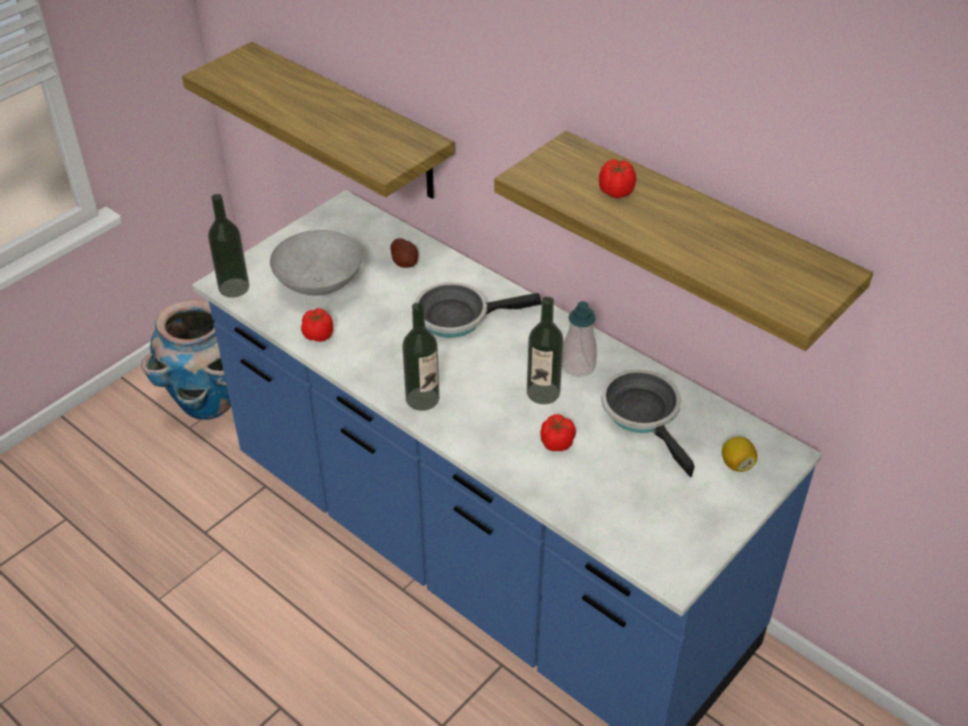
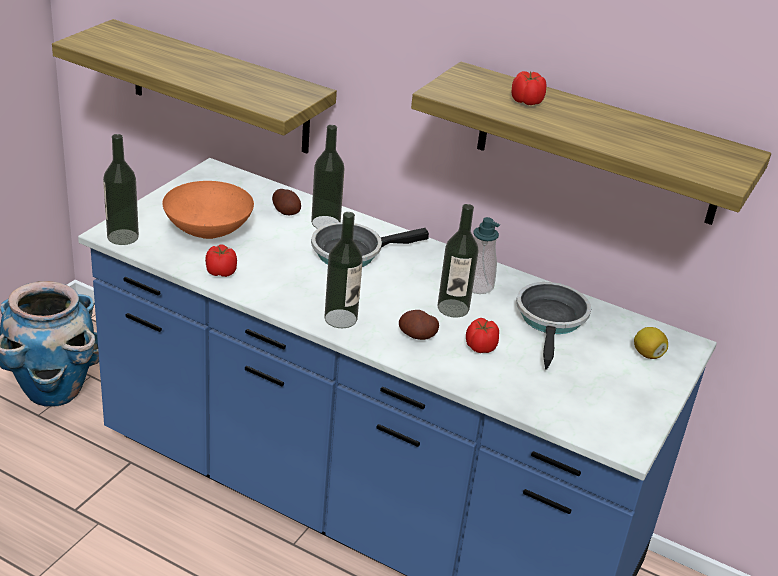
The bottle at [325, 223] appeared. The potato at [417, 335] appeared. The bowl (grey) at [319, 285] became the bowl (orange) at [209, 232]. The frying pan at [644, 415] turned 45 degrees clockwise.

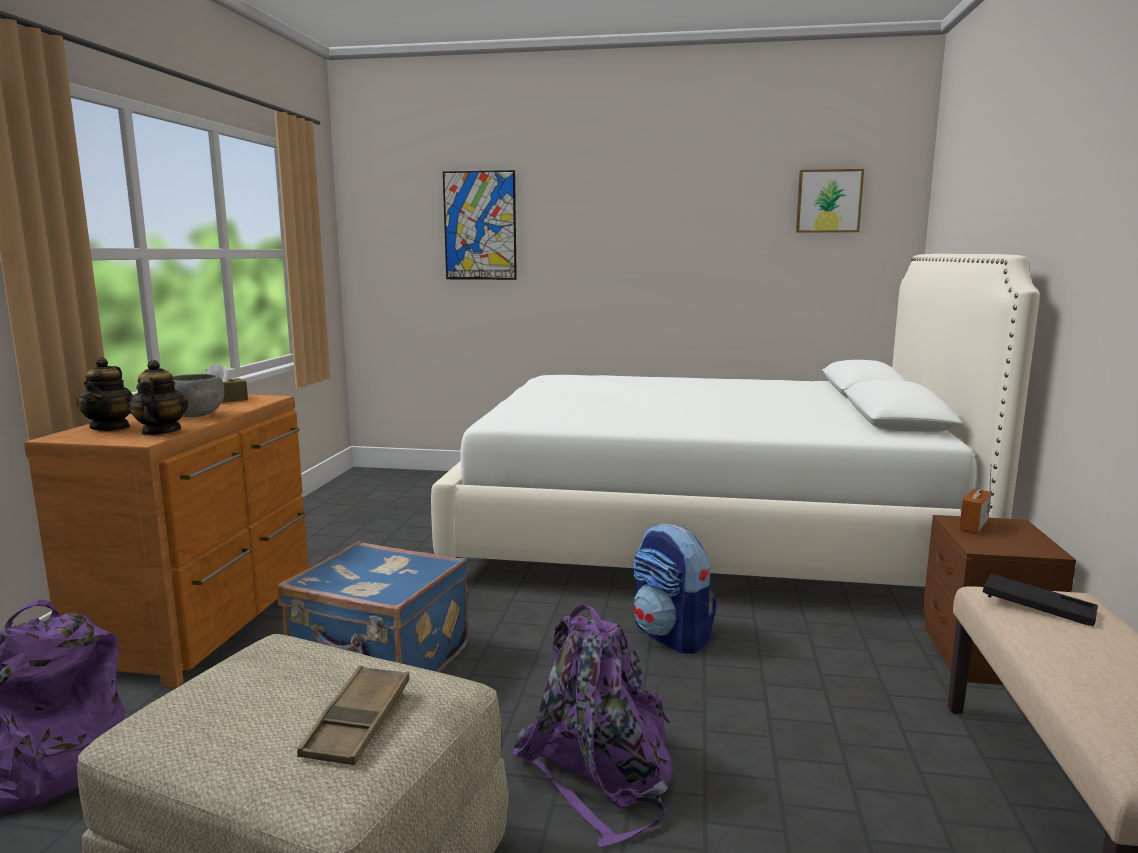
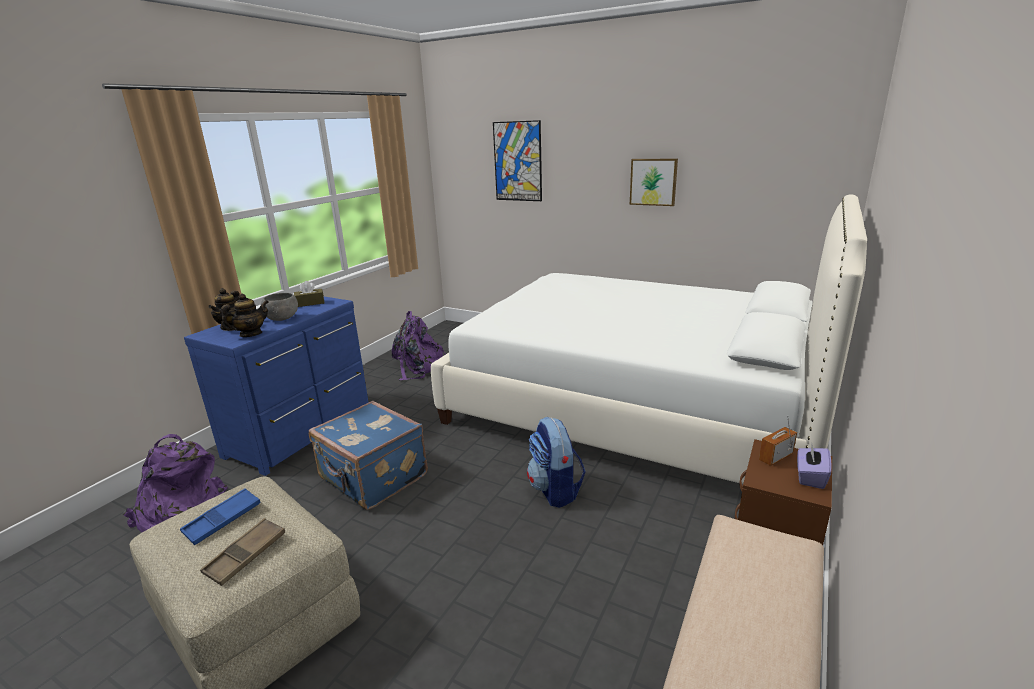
The tray (black) at [1038, 607] disappeared. The tray (blue) at [223, 520] appeared. The tissue box (purple) at [810, 477] appeared. The backpack (purple) moved from [601, 773] to [418, 366]. The picture moved from [828, 201] to [653, 182]. The dresser (brown) at [207, 621] became the dresser (blue) at [303, 431]. The teapot at [160, 432] turned 45 degrees clockwise.

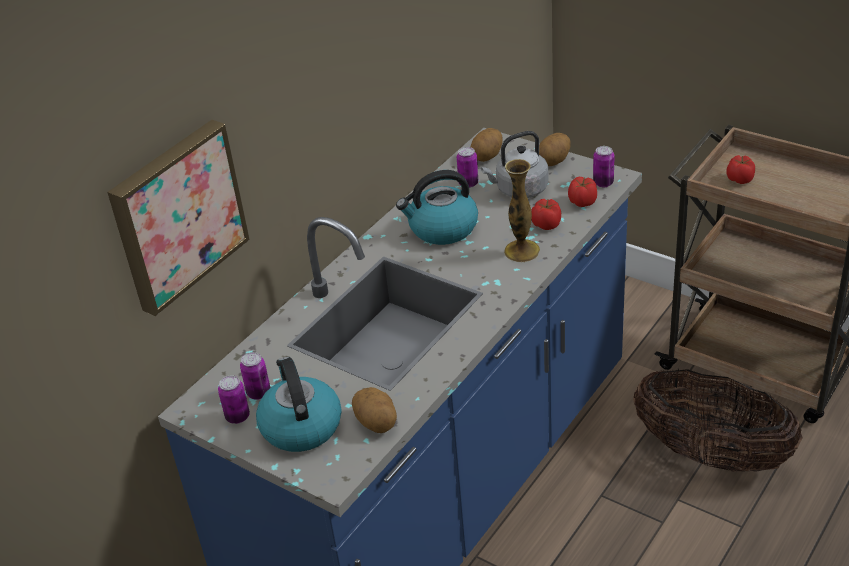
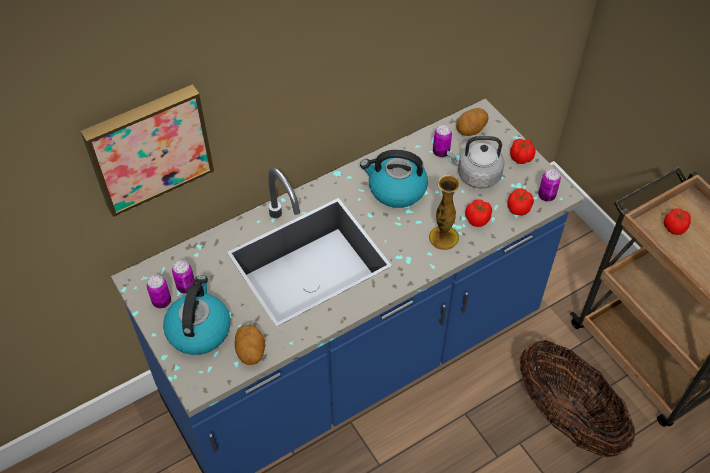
The potato at [554, 161] was replaced by the tomato at [520, 157].

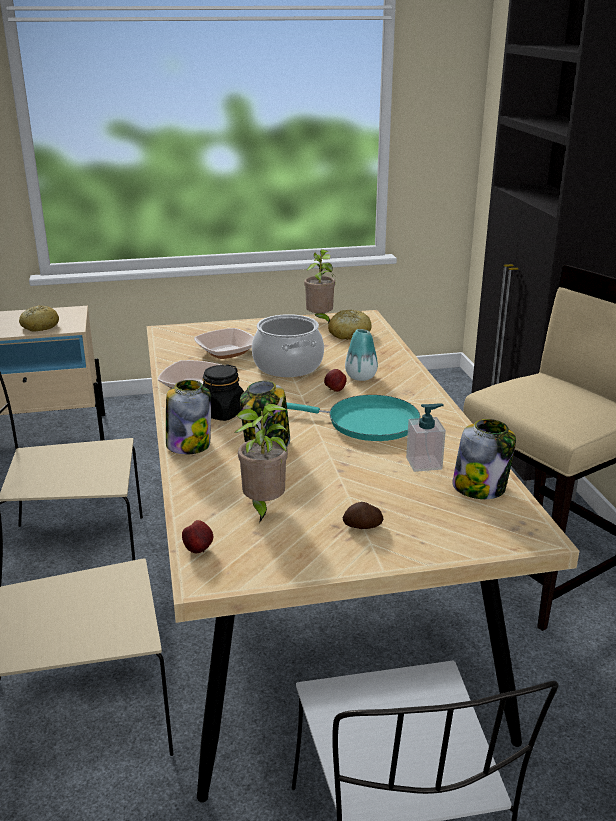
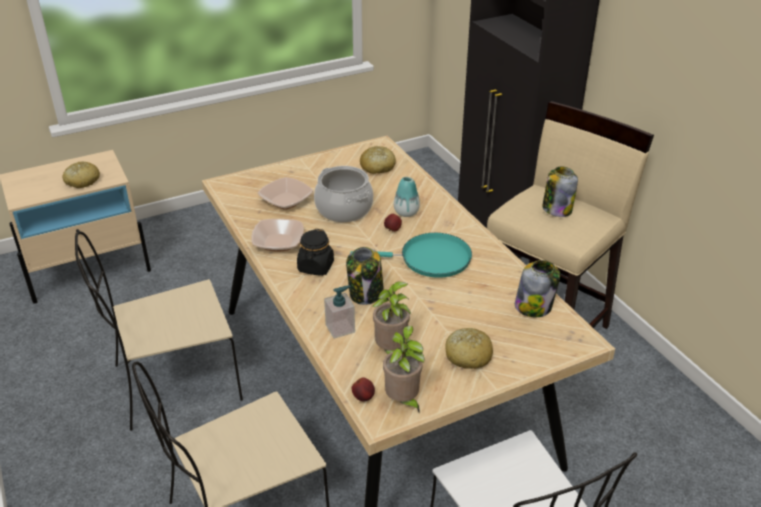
The jar moved from [189, 444] to [556, 209]. The potted plant moved from [320, 320] to [403, 401]. The soap dispenser moved from [424, 463] to [340, 328]. The potato at [363, 526] was replaced by the bread at [468, 355].

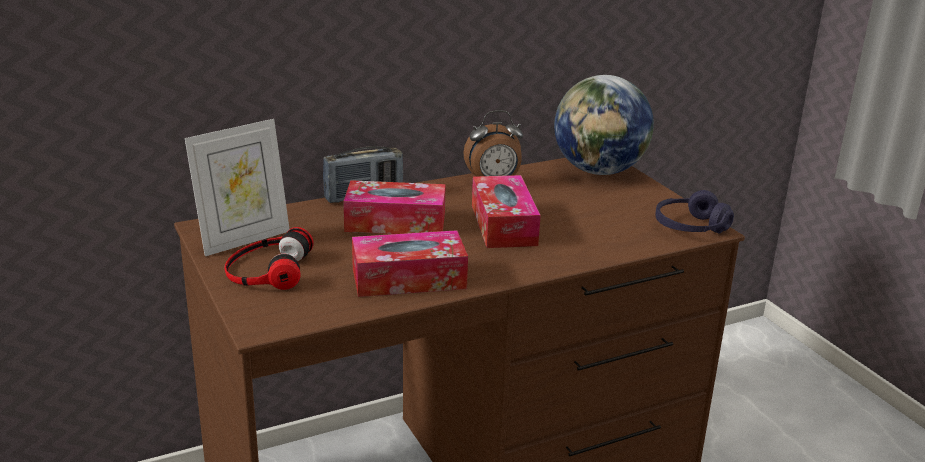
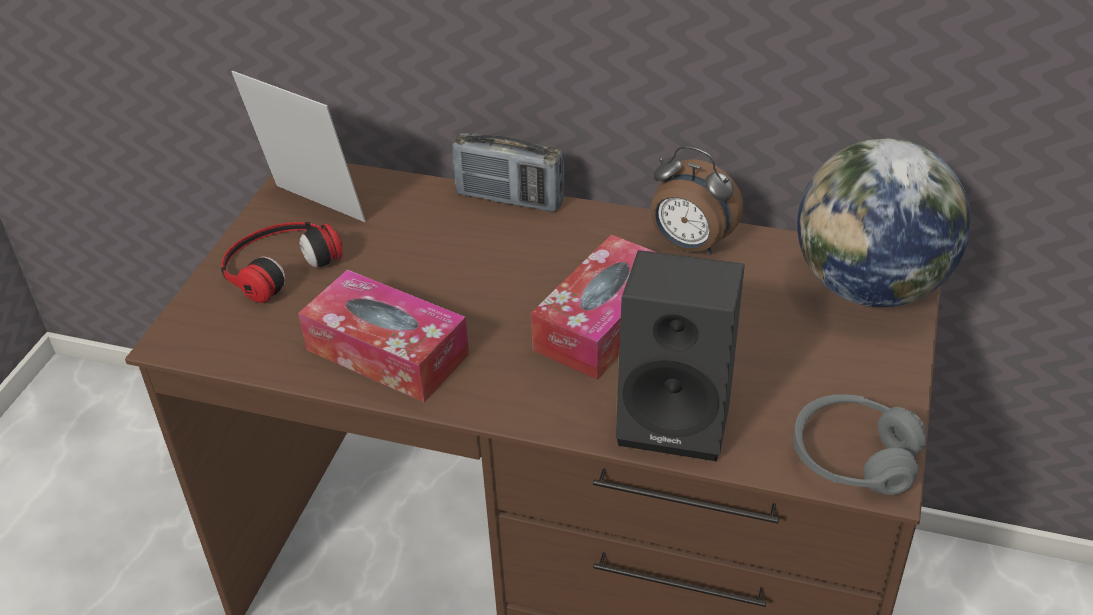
The tissue box at [395, 222] disappeared. The speaker (black) at [678, 417] appeared. The headphones (purple) at [690, 227] became the headphones (grey) at [854, 458]. The picture frame at [243, 240] turned 150 degrees counterclockwise.

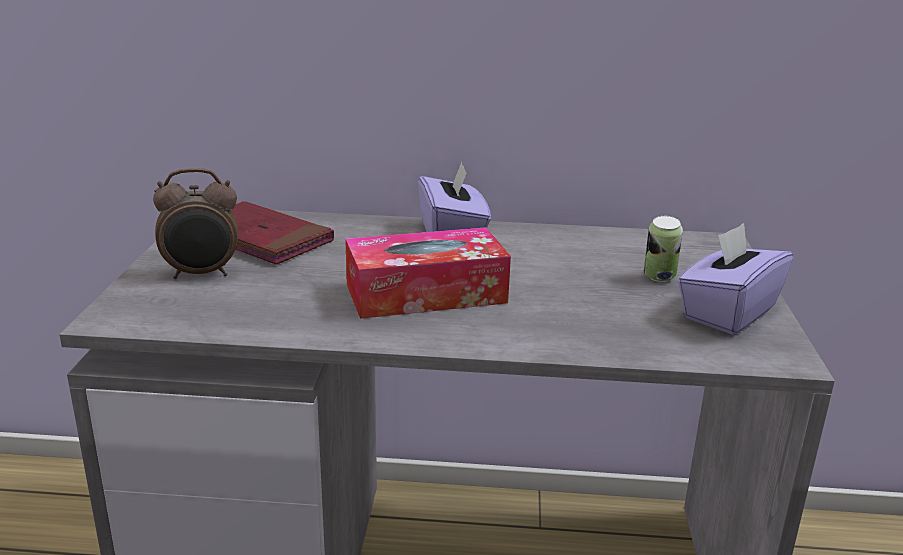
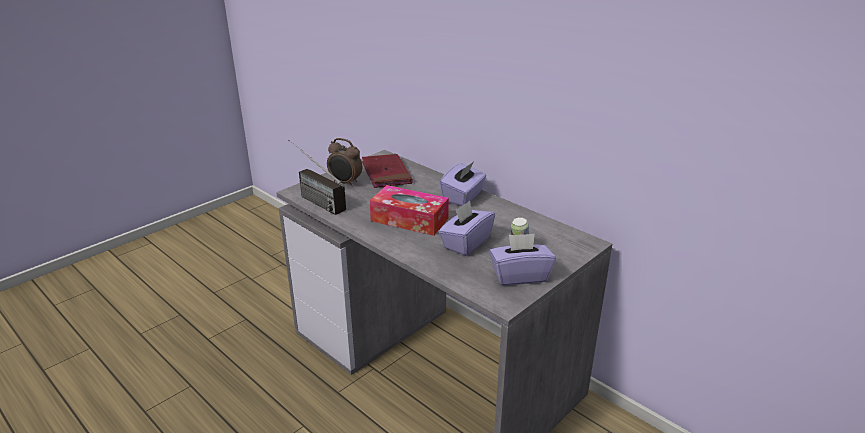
The radio at [312, 199] appeared. The tissue box (purple) at [466, 243] appeared.

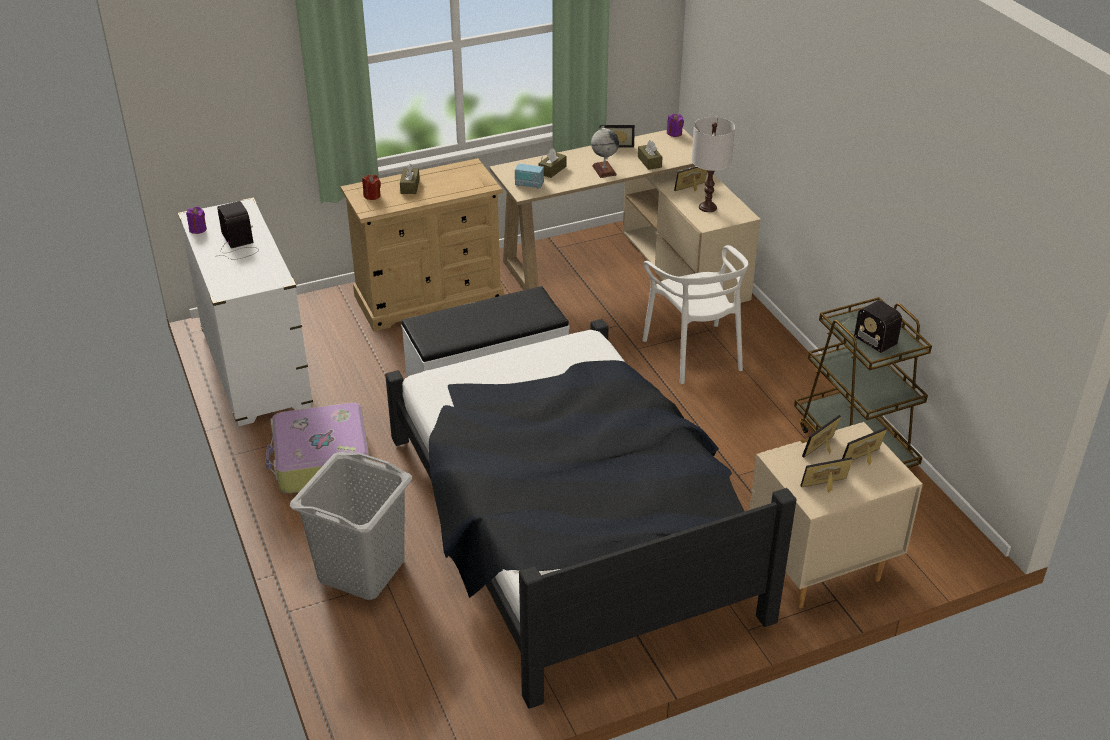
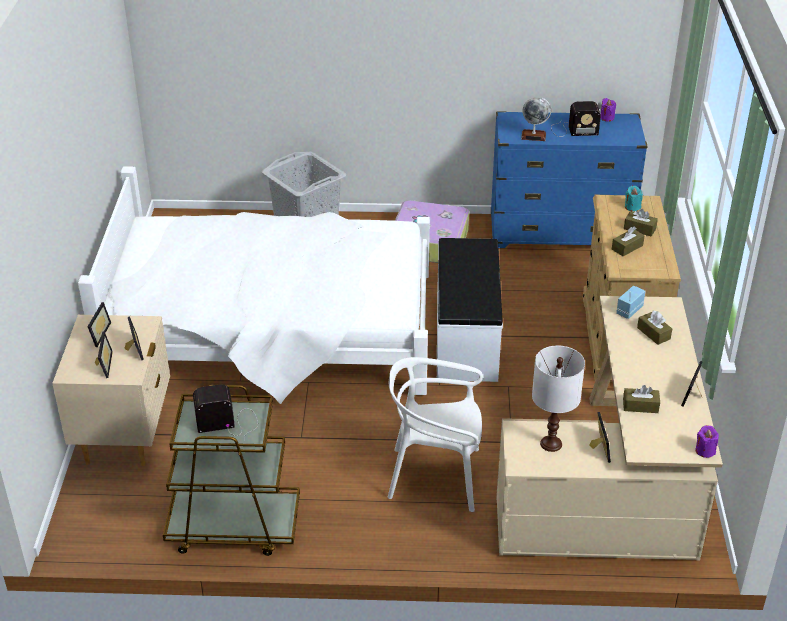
The tissue box (brown) at [627, 247] appeared. The globe moved from [604, 170] to [533, 136]. The dresser (white) at [255, 369] became the dresser (blue) at [560, 233]. The candle (red) at [372, 196] became the candle (turquoise) at [632, 207]. The bed (black) at [570, 526] became the bed (white) at [273, 331].

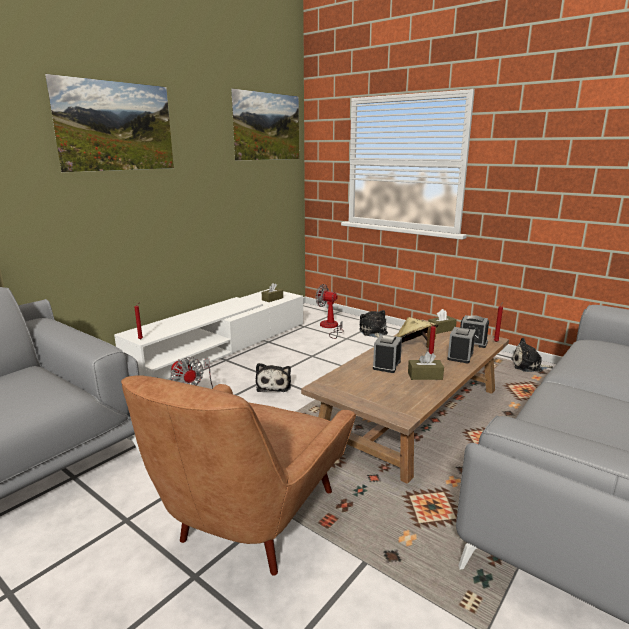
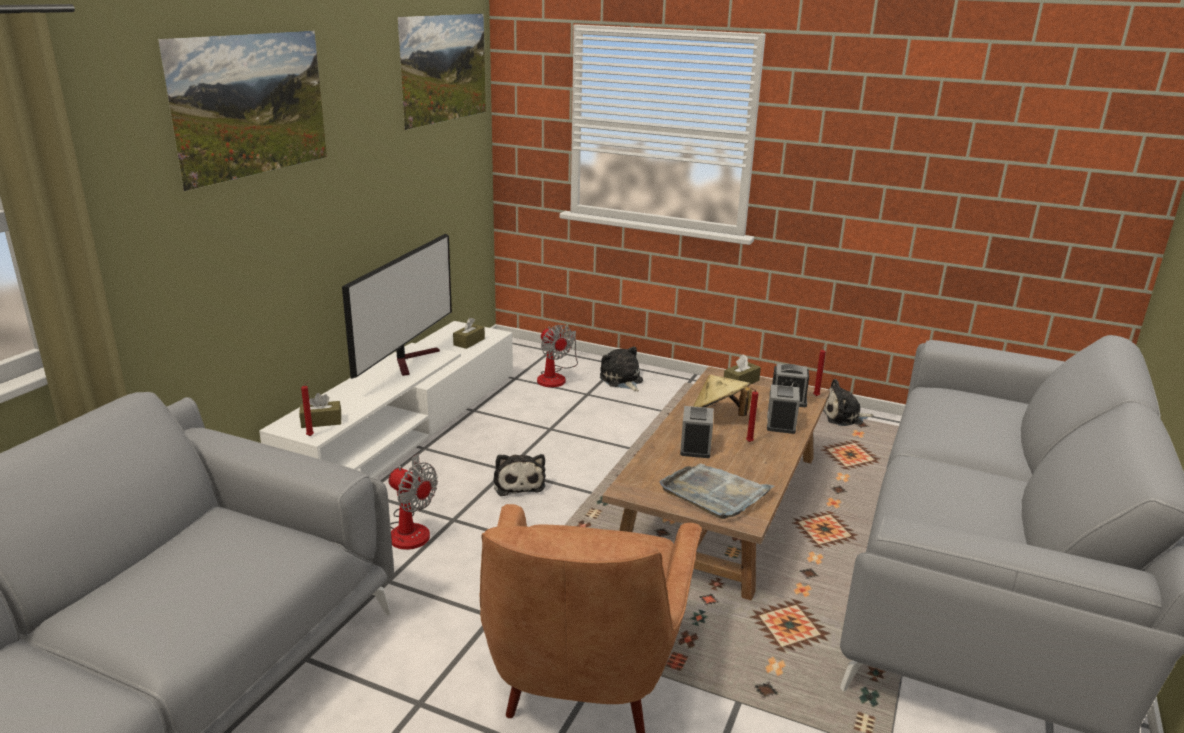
The television at [411, 359] appeared. The tray (grey) at [715, 493] appeared. The tissue box (brown) moved from [425, 376] to [321, 421]. The fan at [330, 327] turned 135 degrees counterclockwise.

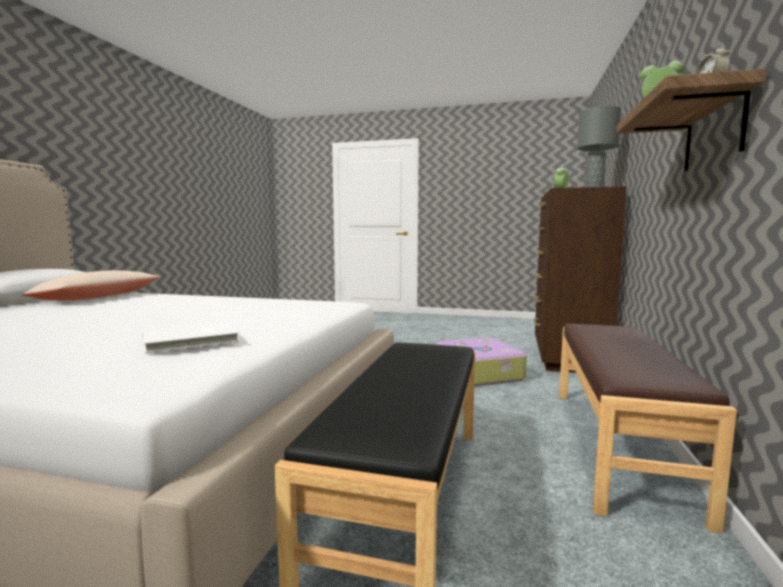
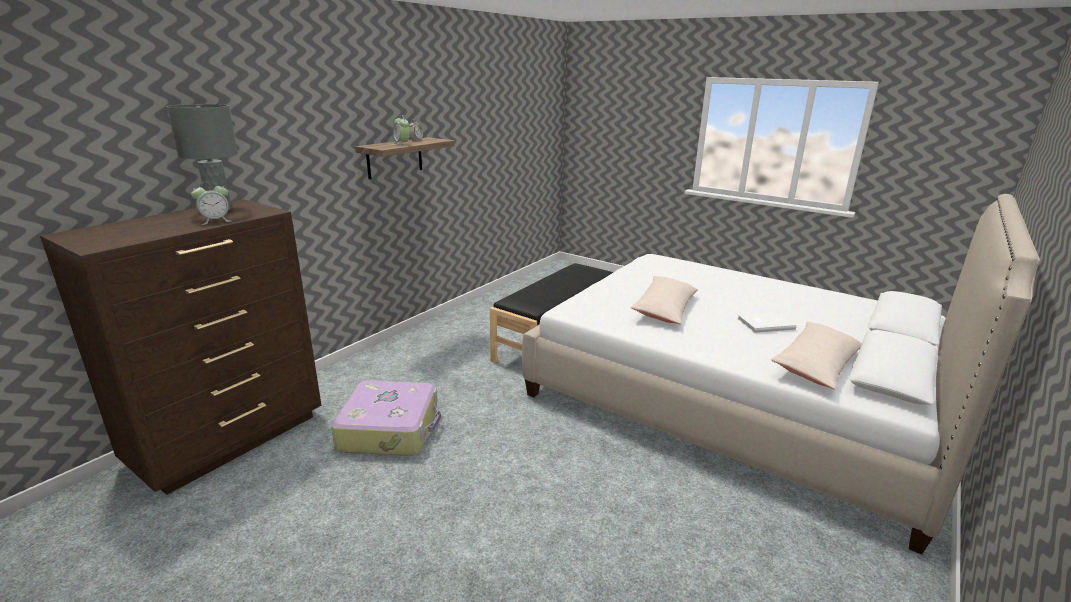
The bench (brown) at [618, 445] disappeared. The pillow (beige) at [664, 308] appeared. The book (white) moved from [192, 340] to [764, 323].

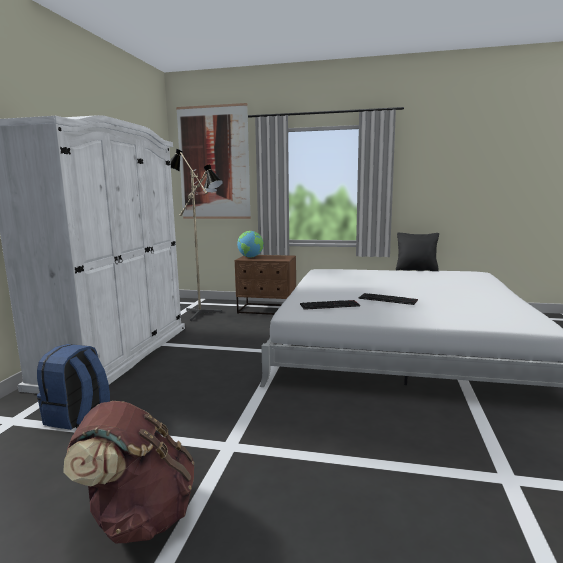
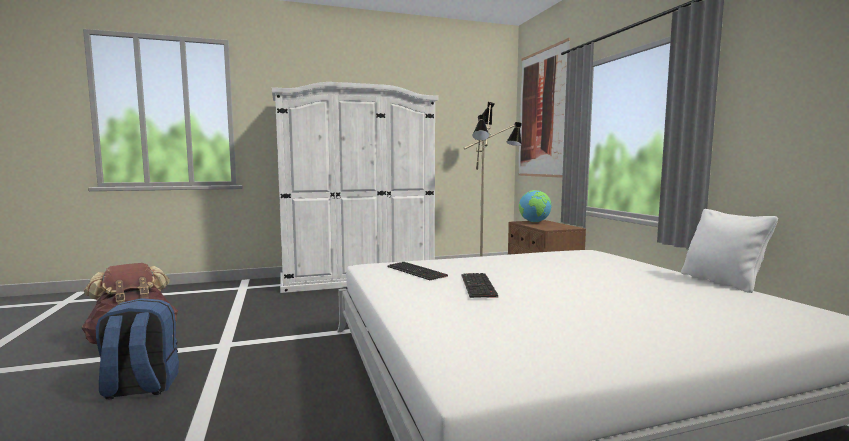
The backpack (blue) moved from [77, 416] to [140, 387]. The pillow (black) at [416, 270] became the pillow (white) at [721, 282].

